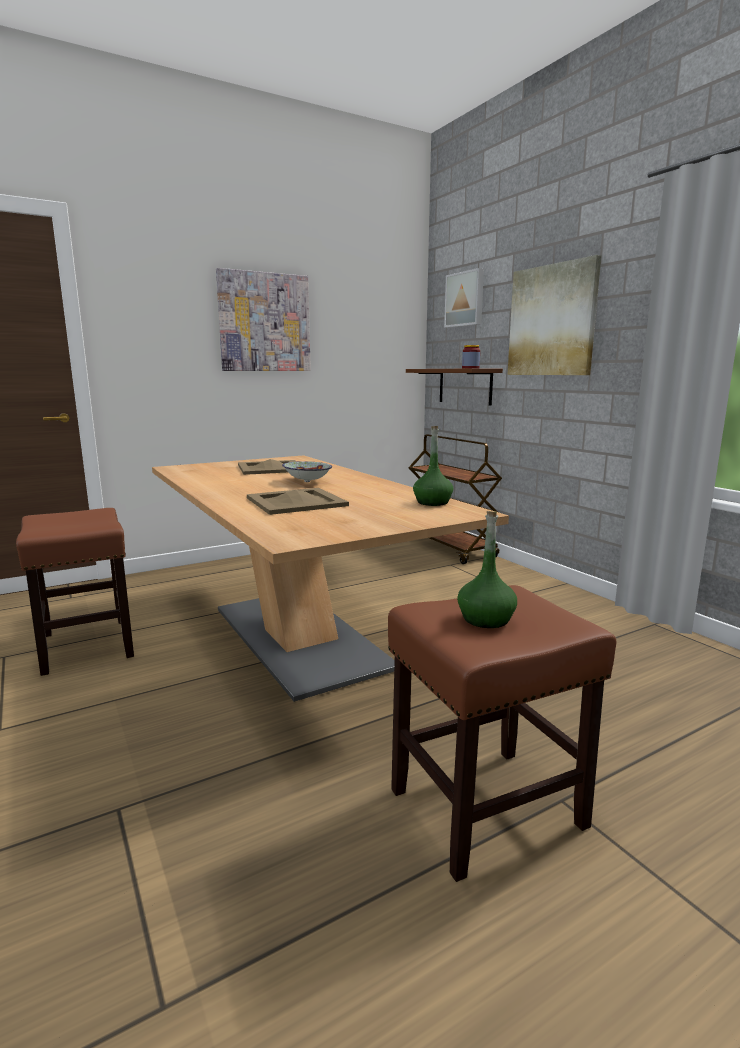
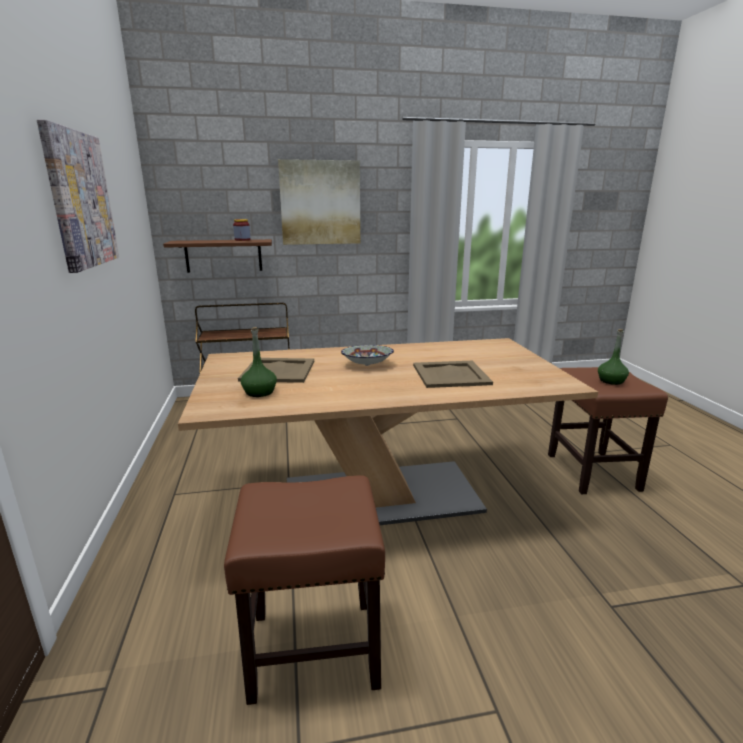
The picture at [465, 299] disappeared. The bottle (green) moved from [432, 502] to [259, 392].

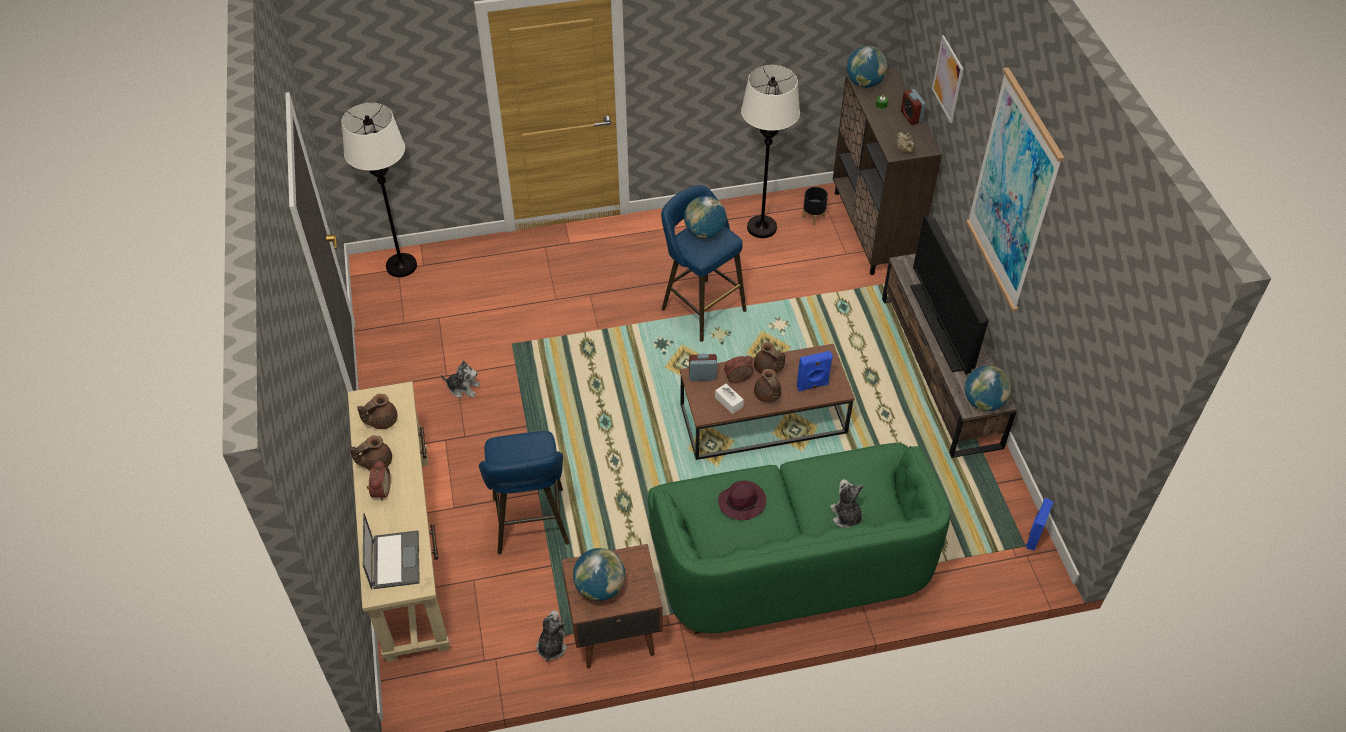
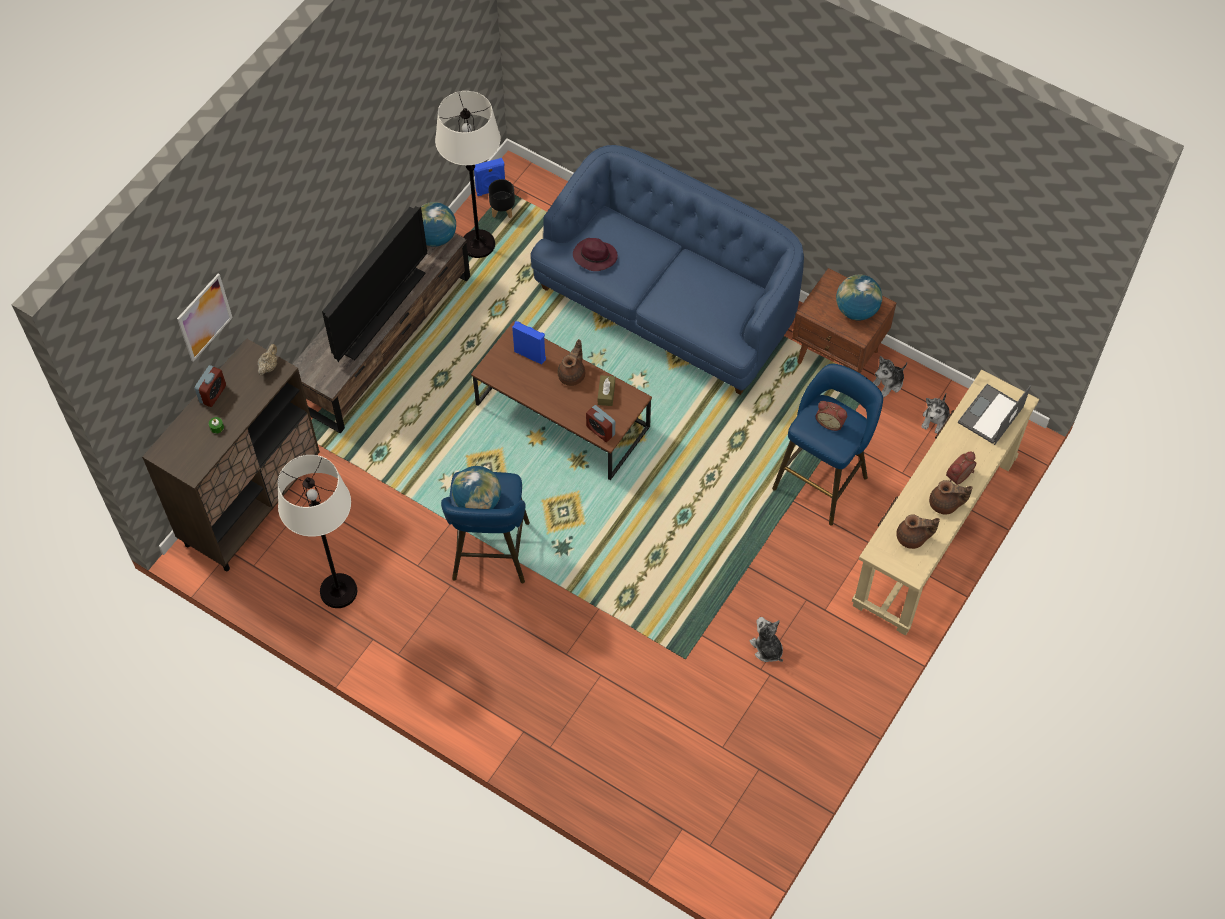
The teapot (brown) at [768, 368] disappeared. The globe at [864, 83] disappeared. The picture at [1013, 192] disappeared. The floor lamp (white) moved from [401, 266] to [478, 245]. The hat (purple) moved from [742, 502] to [594, 256]. The alarm clock moved from [738, 379] to [830, 422]. The planter (black) moved from [813, 217] to [503, 210]. The plush toy moved from [846, 516] to [936, 419]. The sofa (green) at [791, 562] became the sofa (blue) at [668, 304]. The tissue box (white) at [729, 402] became the tissue box (brown) at [606, 393].

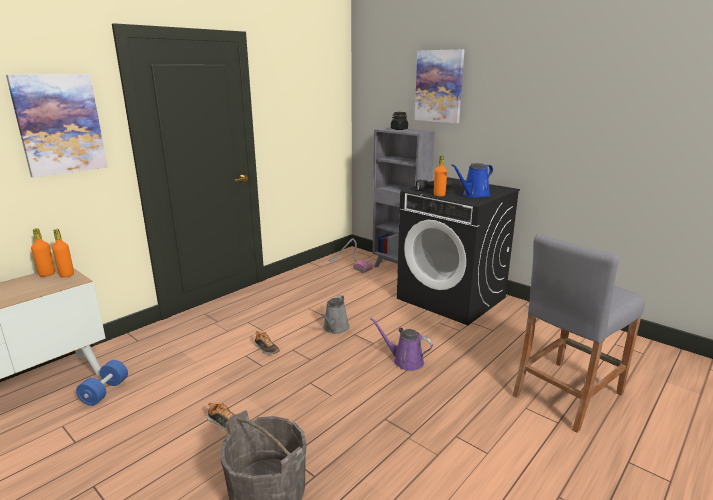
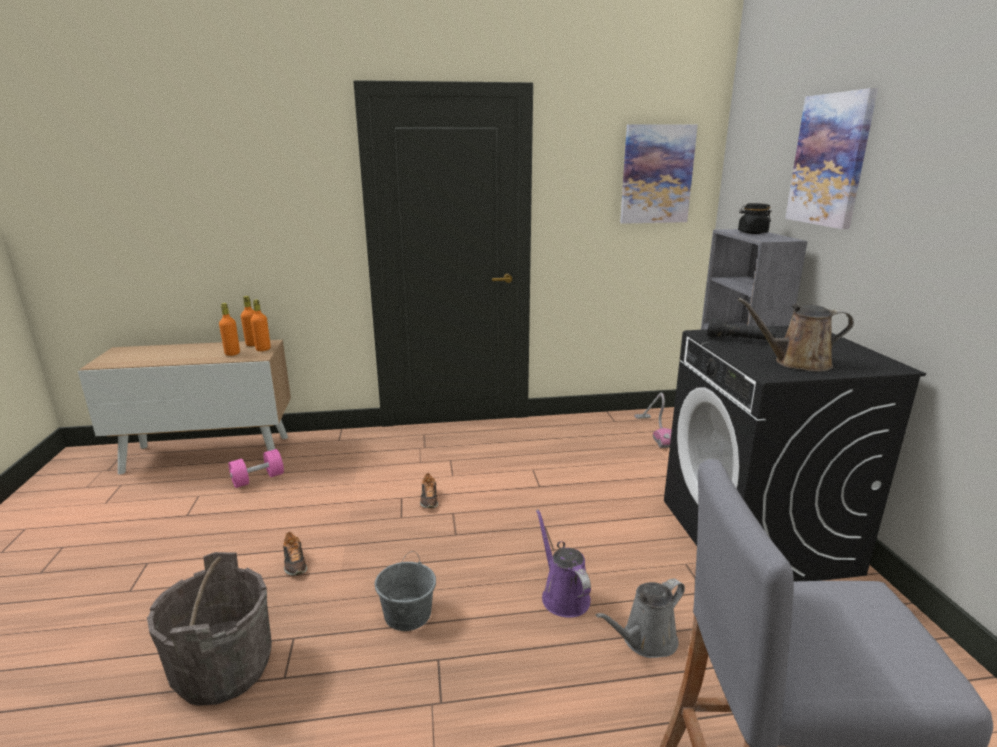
The bucket (grey) at [408, 614] appeared. The picture moved from [59, 124] to [656, 174]. The watering can (grey) moved from [335, 328] to [645, 641]. The bottle (orange) moved from [439, 195] to [232, 353]. The dumbbell (blue) at [105, 392] became the dumbbell (pink) at [258, 479]. The watering can (blue) at [474, 195] became the watering can (brown) at [797, 363].

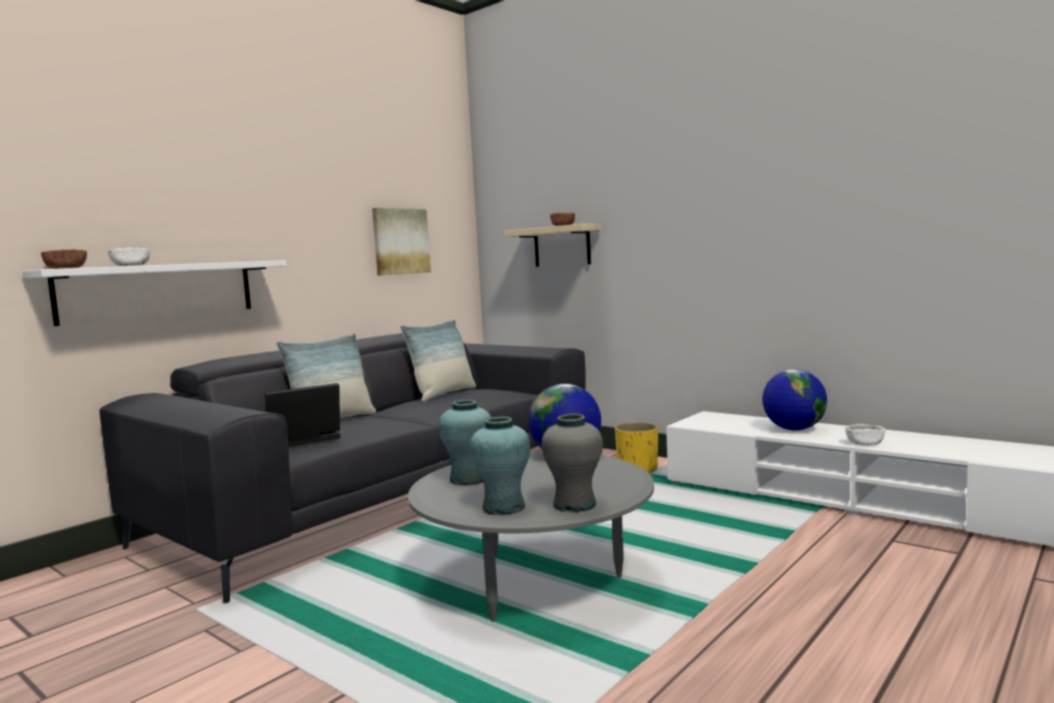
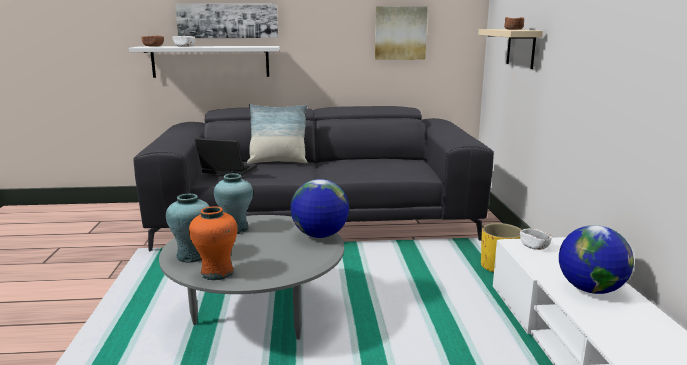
The pillow at [443, 394] disappeared. The picture at [227, 20] appeared. The bowl (white) moved from [864, 443] to [534, 246]. The vase (grey) at [575, 505] became the vase (orange) at [217, 273].

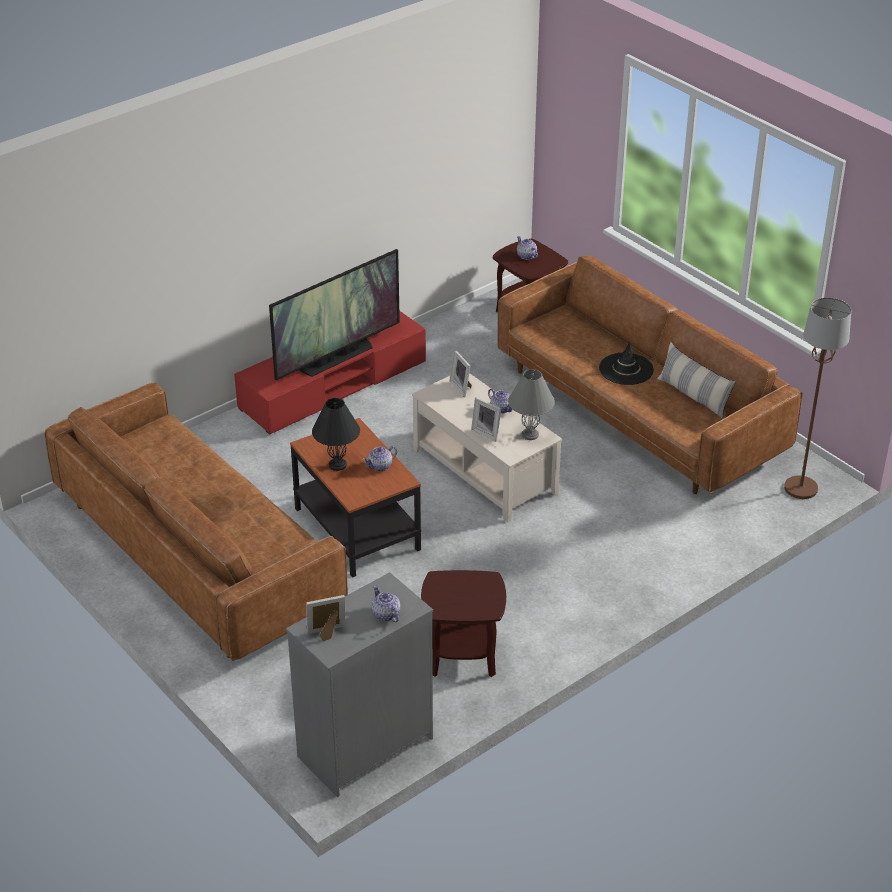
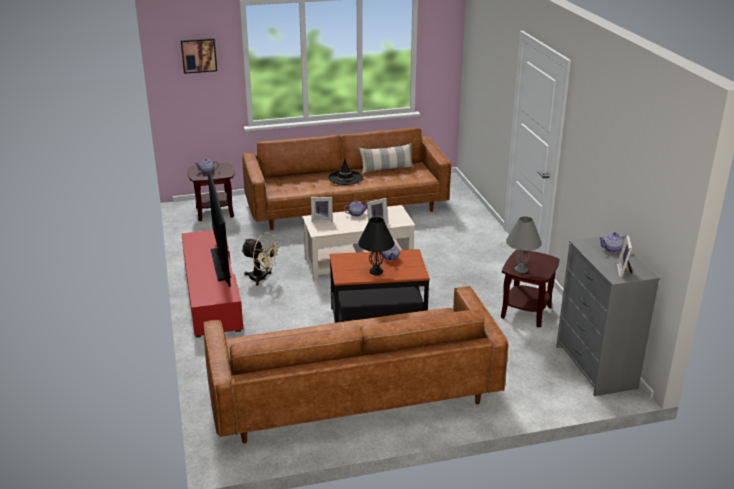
The floor lamp (brown) at [801, 488] disappeared. The picture at [198, 55] appeared. The fan (beige) at [262, 278] appeared. The table lamp (grey) moved from [530, 434] to [520, 270].

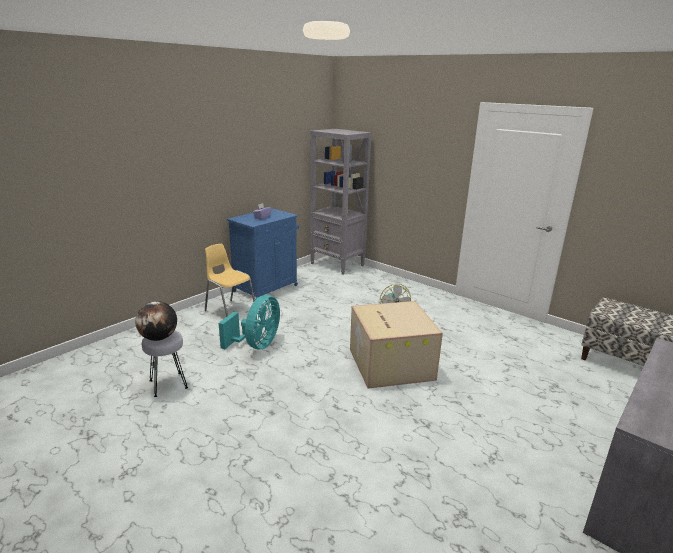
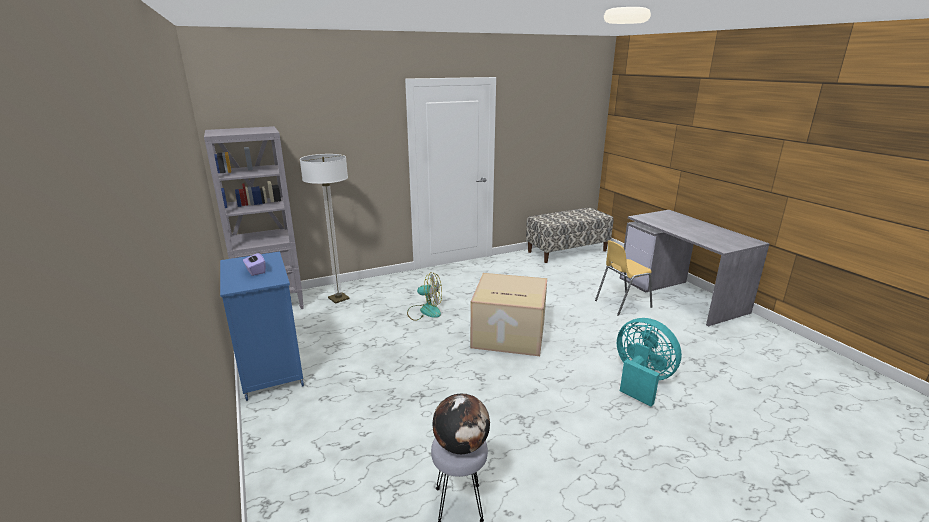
The floor lamp at [338, 298] appeared. The chair (yellow) moved from [230, 311] to [622, 304]. The fan (turquoise) moved from [256, 345] to [641, 380].

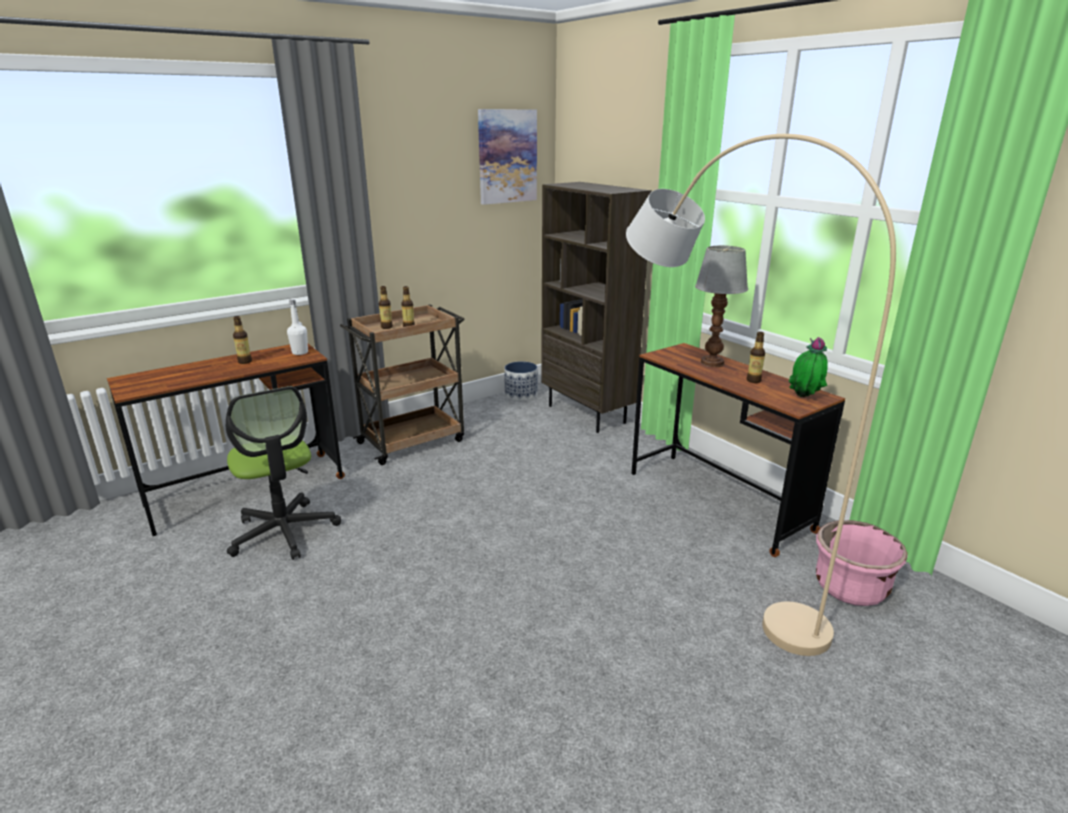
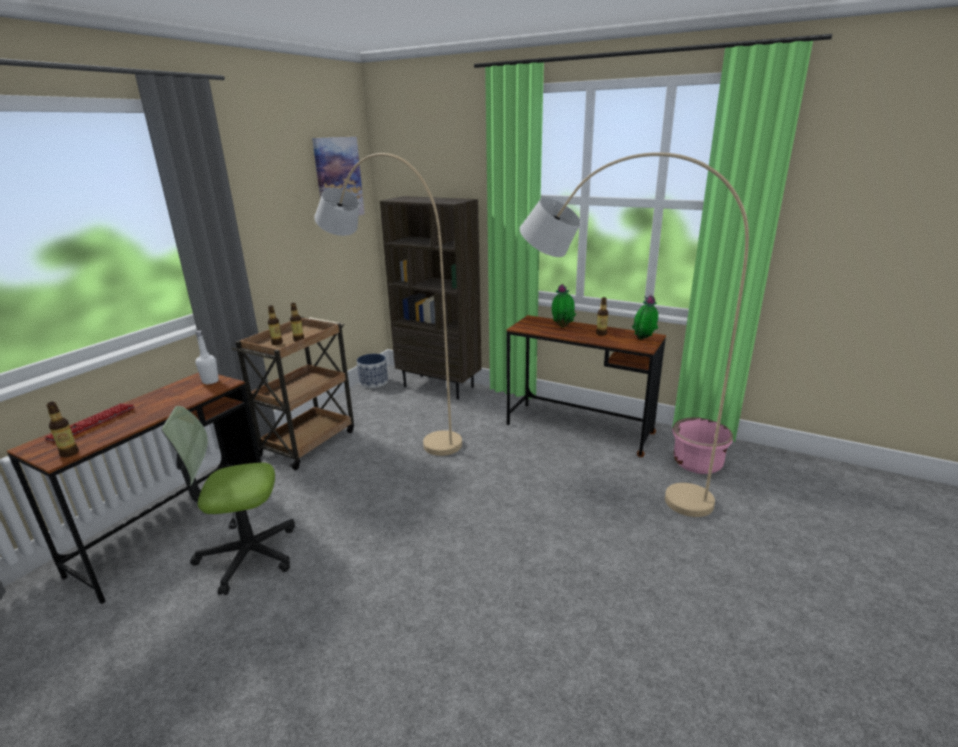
The keyboard at [92, 424] appeared. The floor lamp (beige) at [395, 422] appeared. The bottle moved from [245, 362] to [69, 453]. The table lamp at [713, 363] was replaced by the potted plant at [562, 326]. The office chair at [284, 532] turned 135 degrees clockwise.

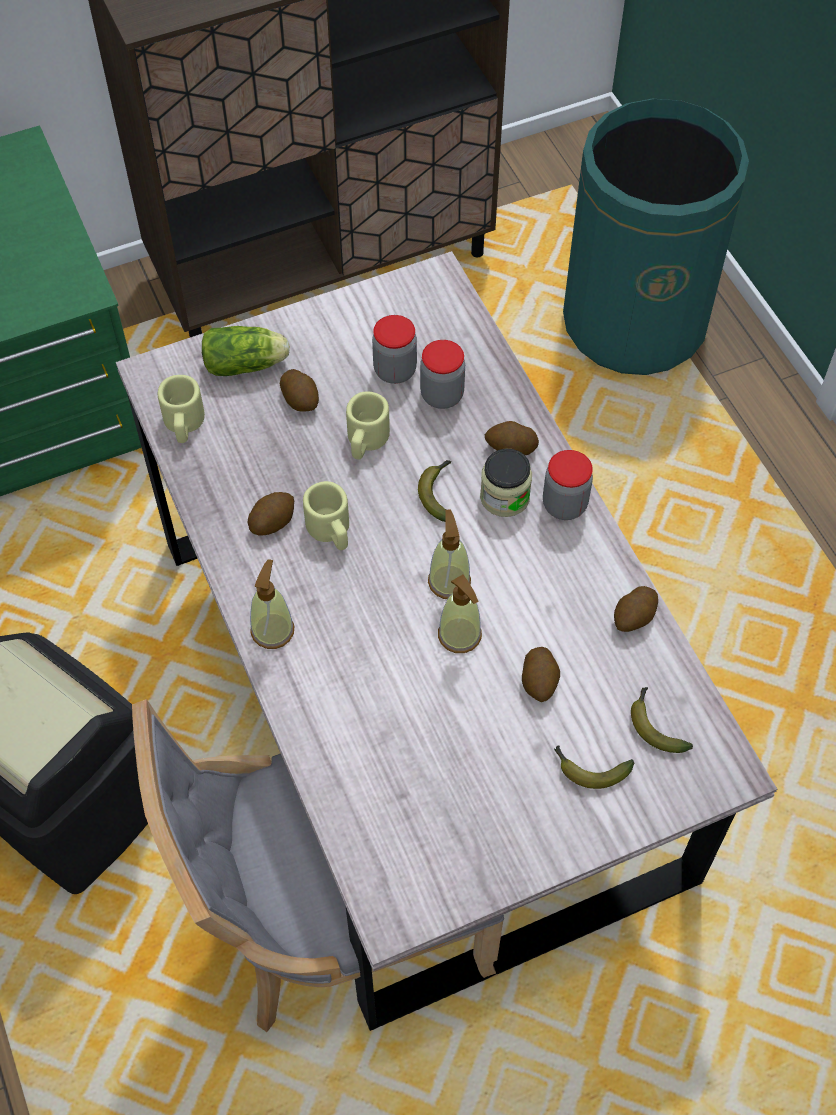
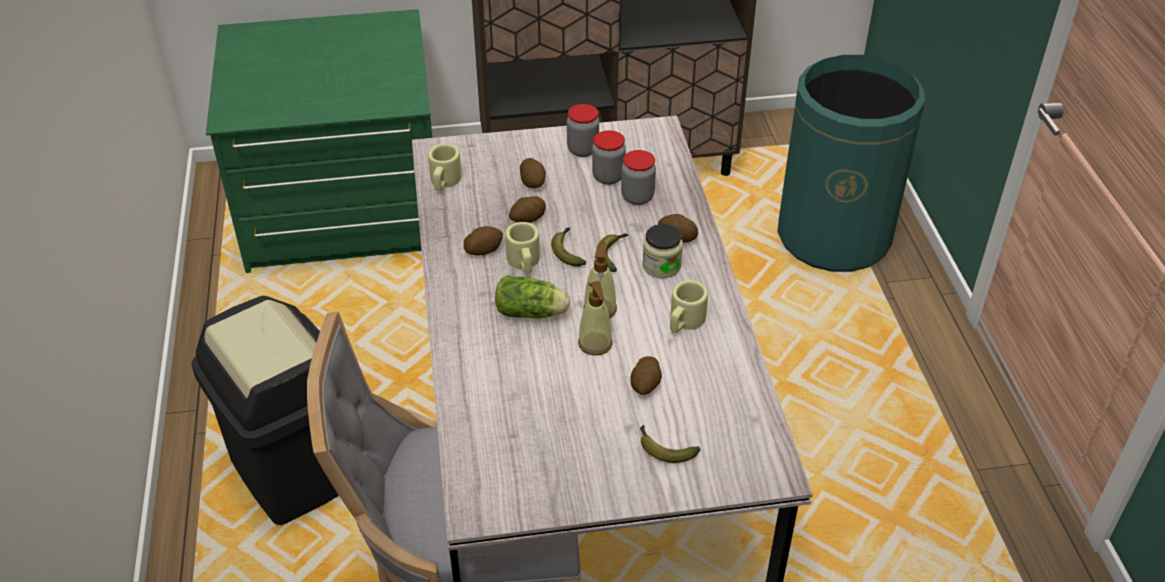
The soap dispenser at [272, 630] disappeared. The lettuce moved from [248, 364] to [533, 313]. The mug (beige) moved from [365, 441] to [684, 322]. The jar moved from [564, 505] to [583, 150]. The potato moved from [634, 618] to [527, 219]. The banana moved from [655, 725] to [567, 251].

